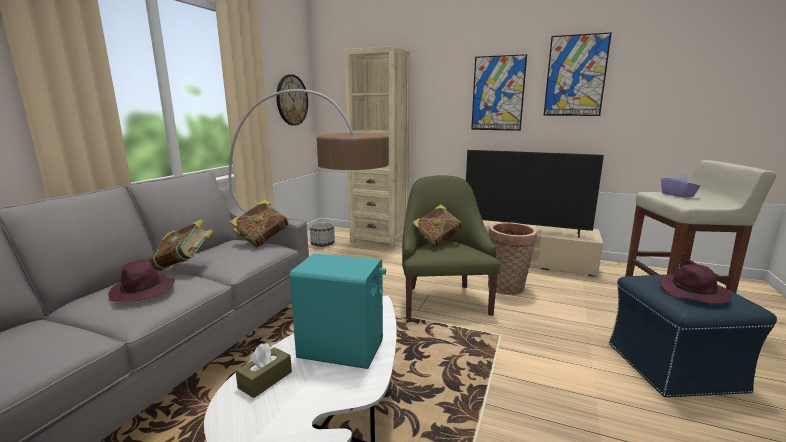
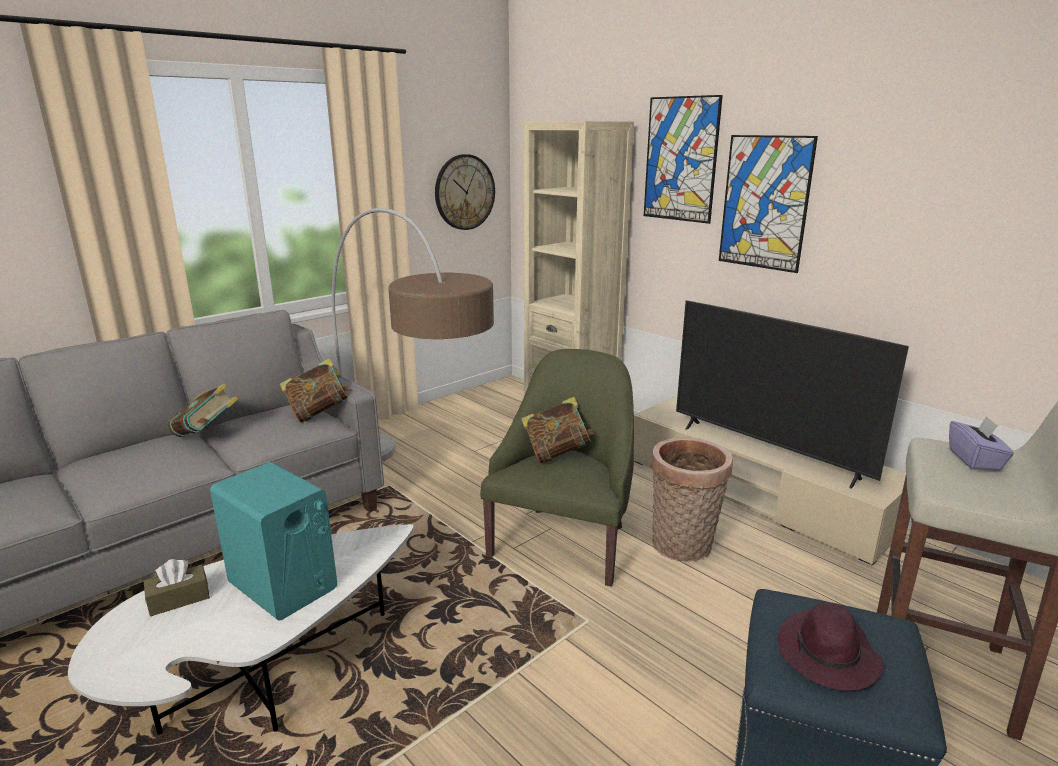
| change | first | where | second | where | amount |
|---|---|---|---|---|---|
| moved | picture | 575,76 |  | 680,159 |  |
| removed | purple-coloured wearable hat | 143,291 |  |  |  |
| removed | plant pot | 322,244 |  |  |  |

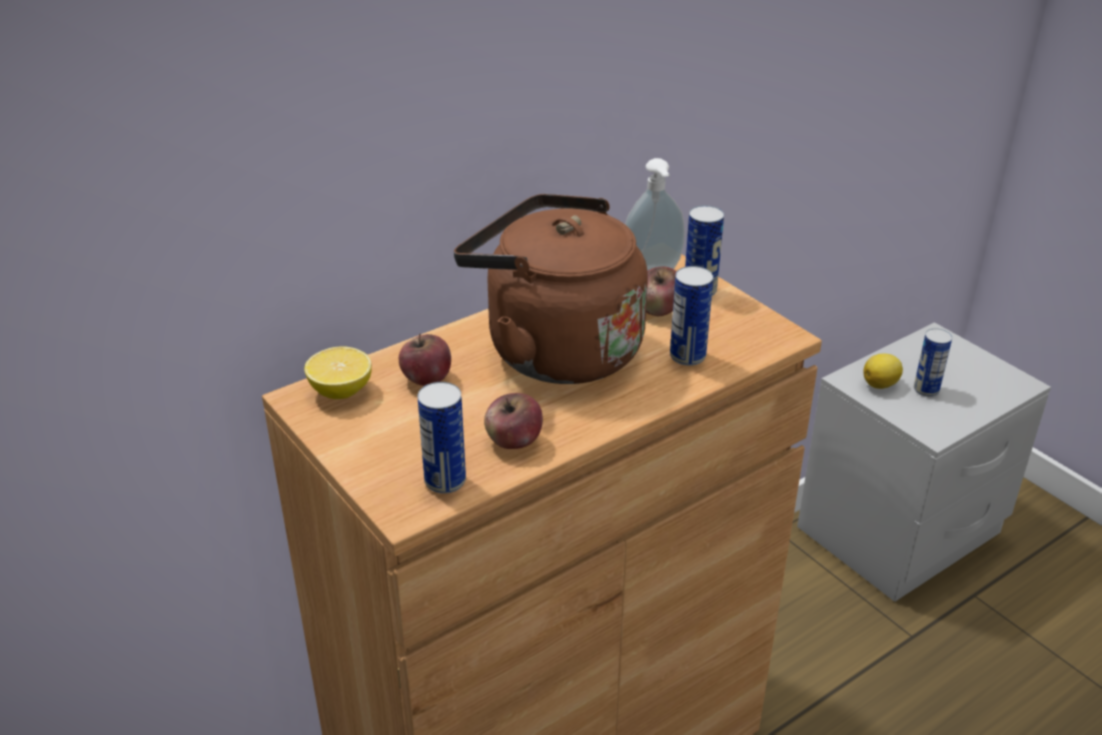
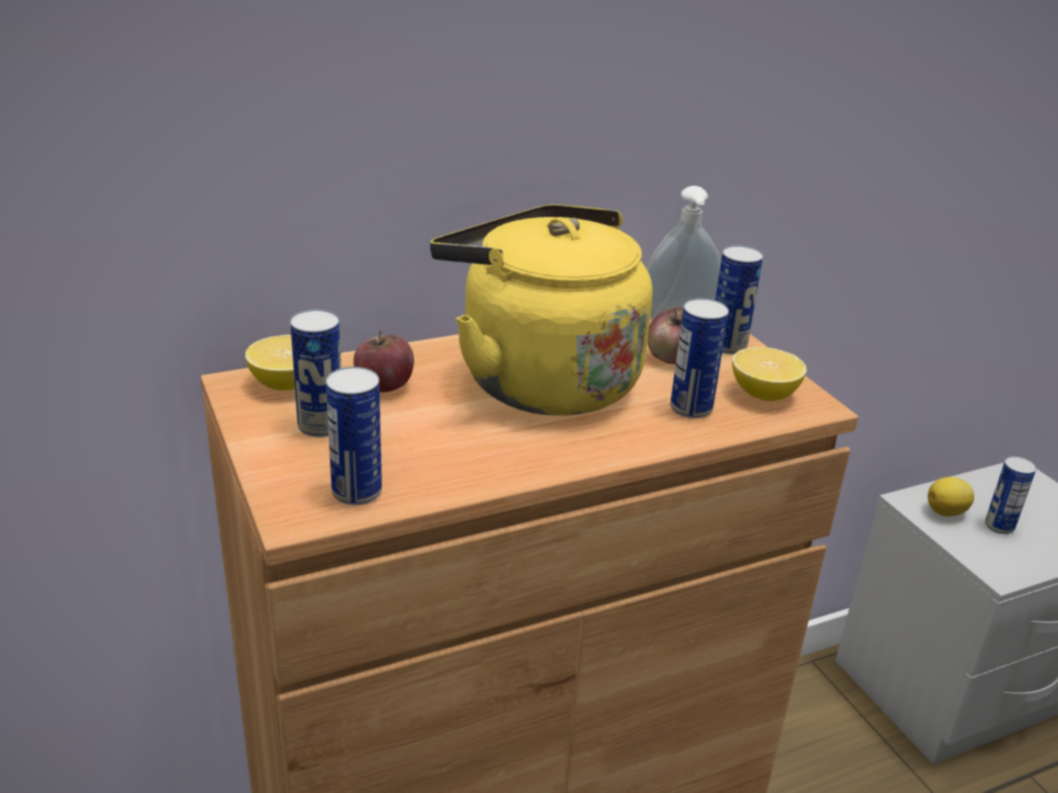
| change | first | where | second | where | amount |
|---|---|---|---|---|---|
| added |  |  | can | 320,426 |  |
| recoloured | brown-coloured tea kettle | 555,349 | yellow-coloured tea kettle | 540,379 |  |
| added |  |  | whole lemon | 763,394 |  |
| removed | whole apple | 513,441 |  |  |  |

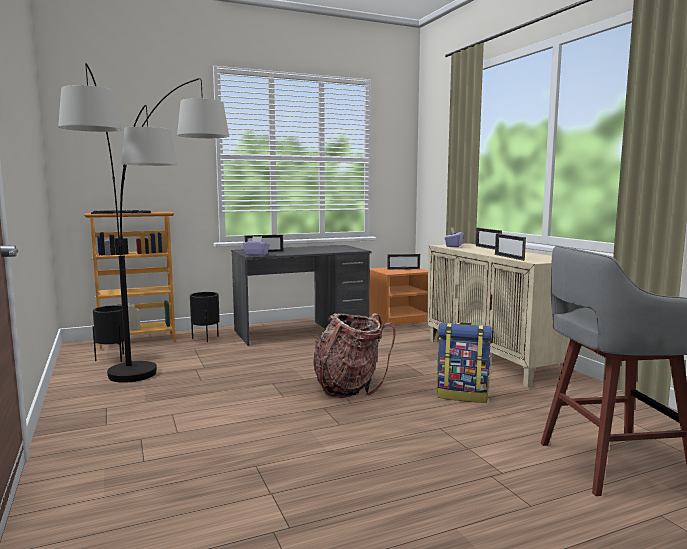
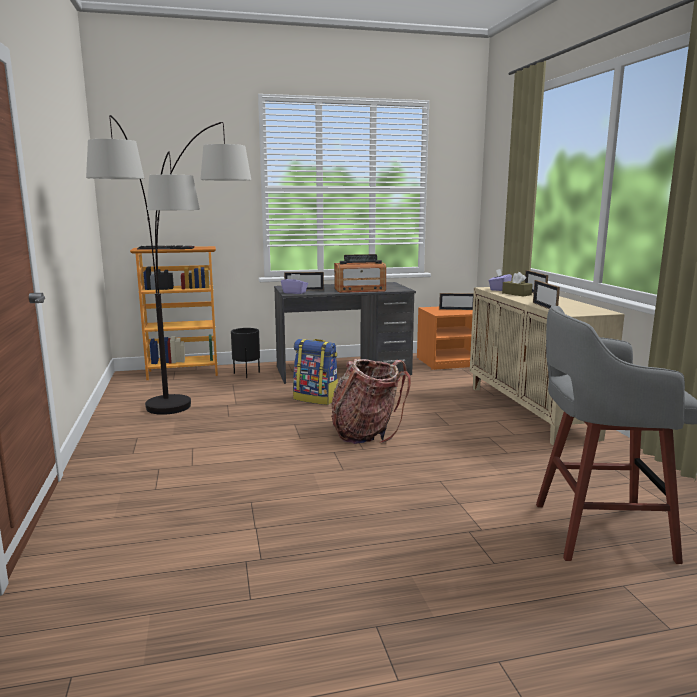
| change | first | where | second | where | amount |
|---|---|---|---|---|---|
| moved | rucksack | 463,395 |  | 316,399 |  |
| added |  |  | radio set | 360,290 |  |
| added |  |  | brown-coloured box of tissues | 516,294 |  |
| removed | blackish plant pot | 113,359 |  |  |  |

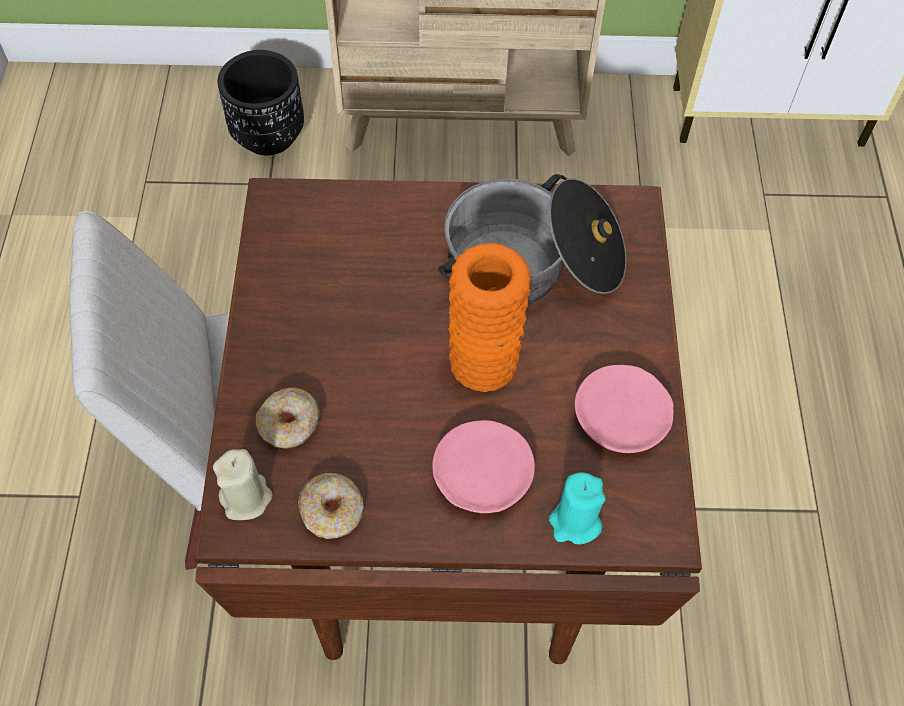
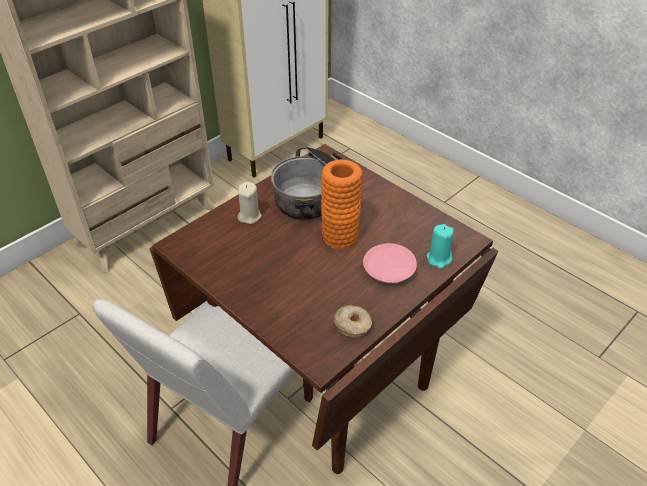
| change | first | where | second | where | amount |
|---|---|---|---|---|---|
| moved | sand-coloured wax candle | 246,498 |  | 249,216 |  |
| removed | blackish plant pot | 268,135 |  |  |  |
| removed | doughnut | 289,425 |  |  |  |
| removed | pink flat dish | 622,417 |  |  |  |

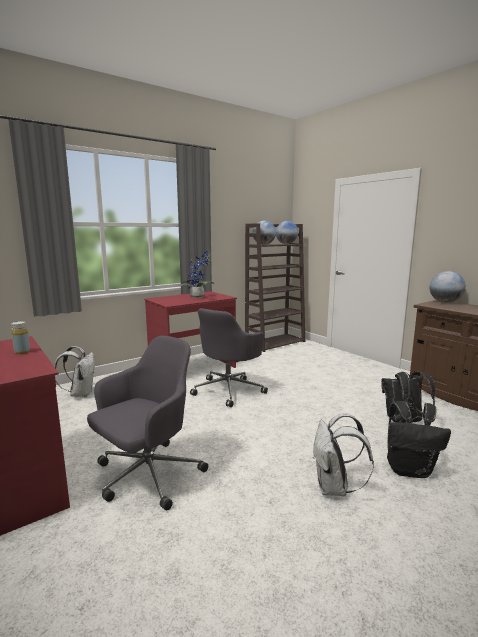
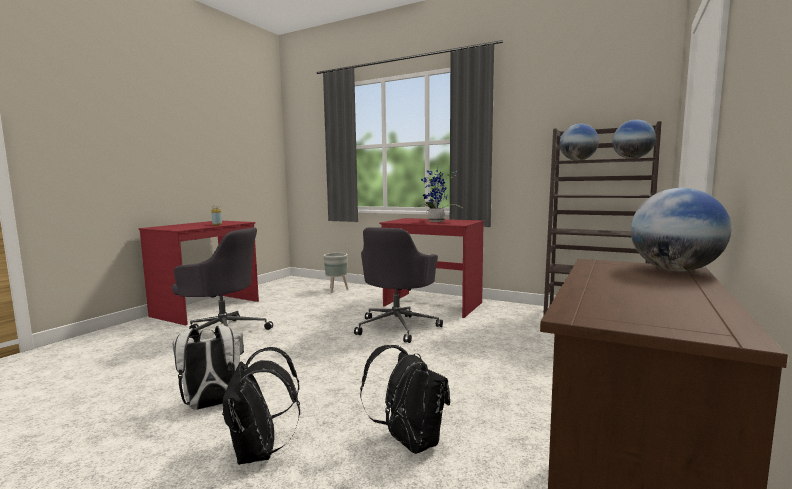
| change | first | where | second | where | amount |
|---|---|---|---|---|---|
| replaced | white rucksack | 81,393 | gray plant pot | 336,290 |  |
| turned | gray computer chair | 229,390 |  | 397,327 | 75 degrees counterclockwise |

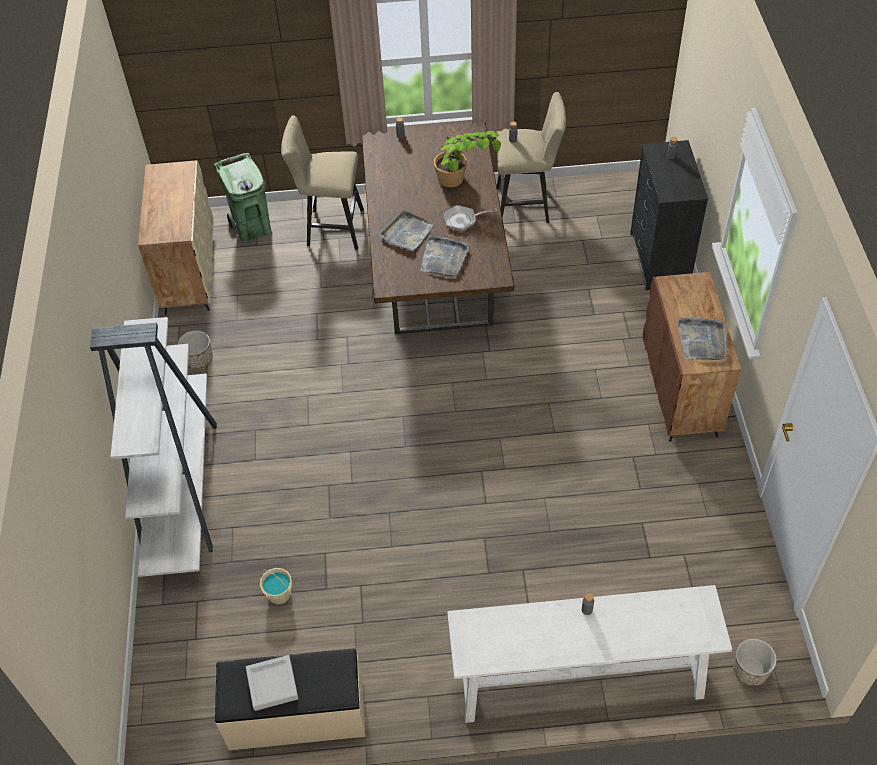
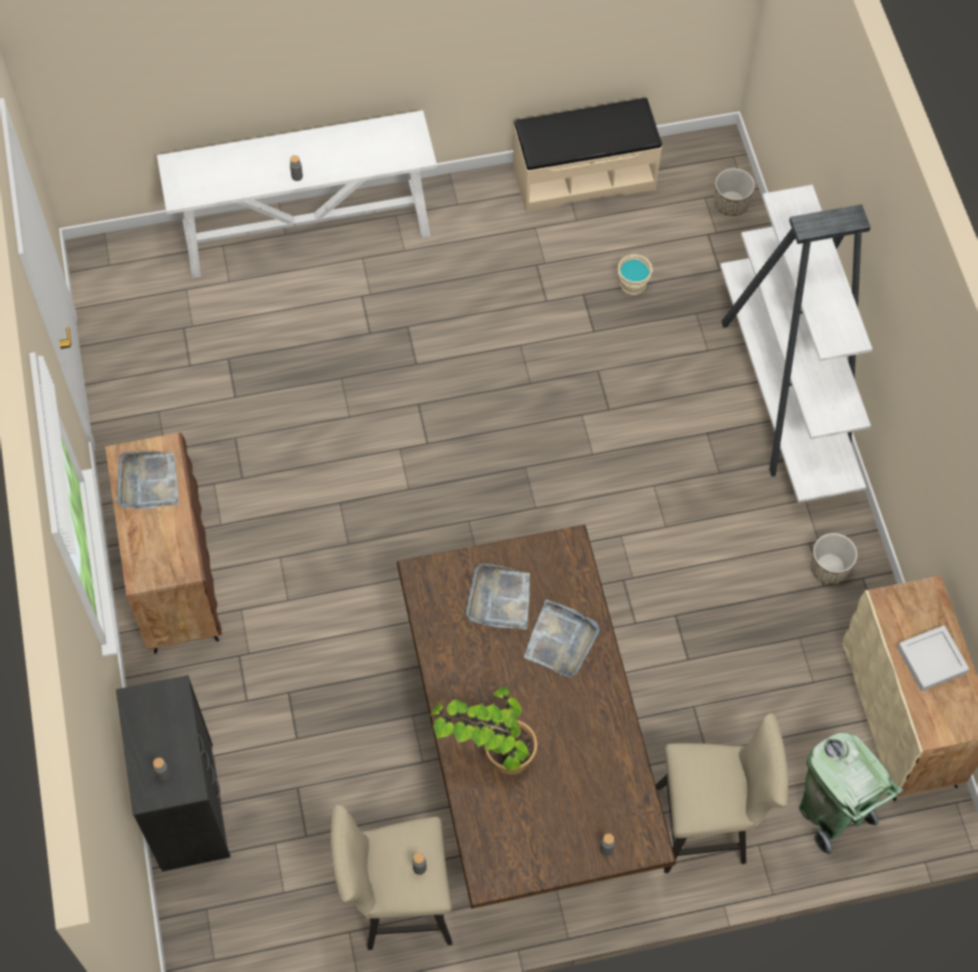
| change | first | where | second | where | amount |
|---|---|---|---|---|---|
| moved | plant pot | 750,670 |  | 731,204 |  |
| moved | gray carrying tray | 272,685 |  | 931,660 |  |
| removed | skillet | 463,220 |  |  |  |

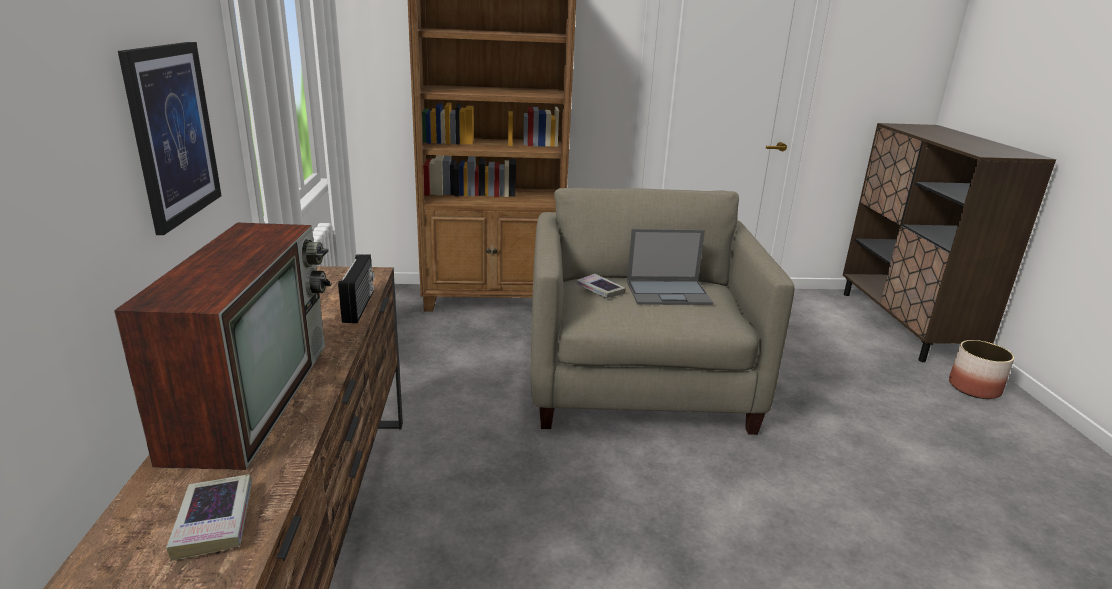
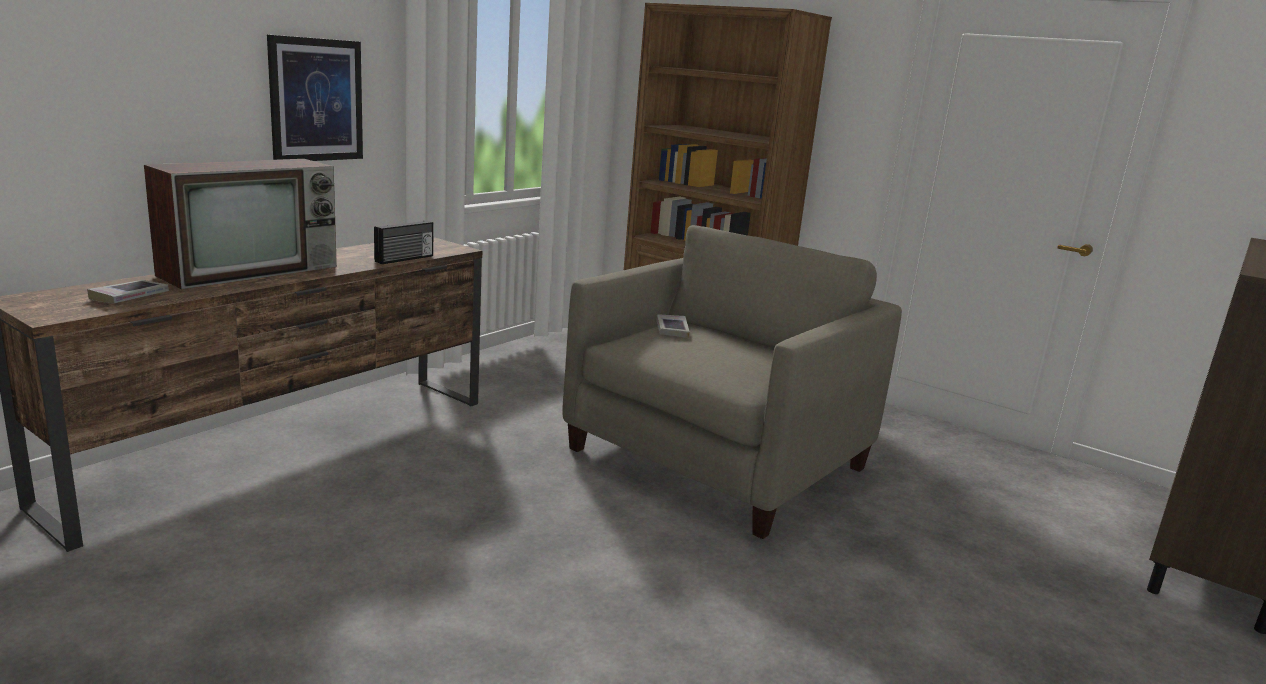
| change | first | where | second | where | amount |
|---|---|---|---|---|---|
| removed | laptop | 669,293 |  |  |  |
| removed | plant pot | 974,388 |  |  |  |

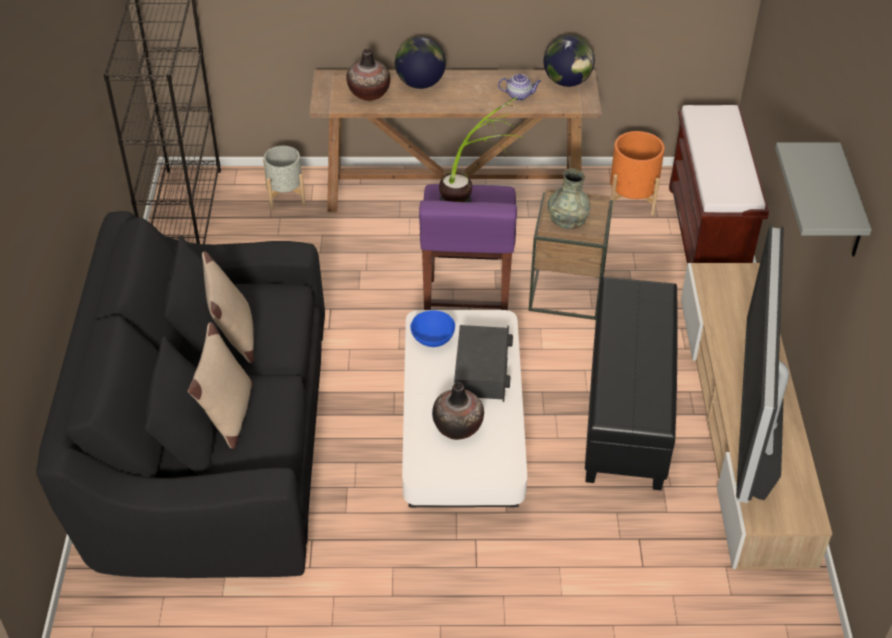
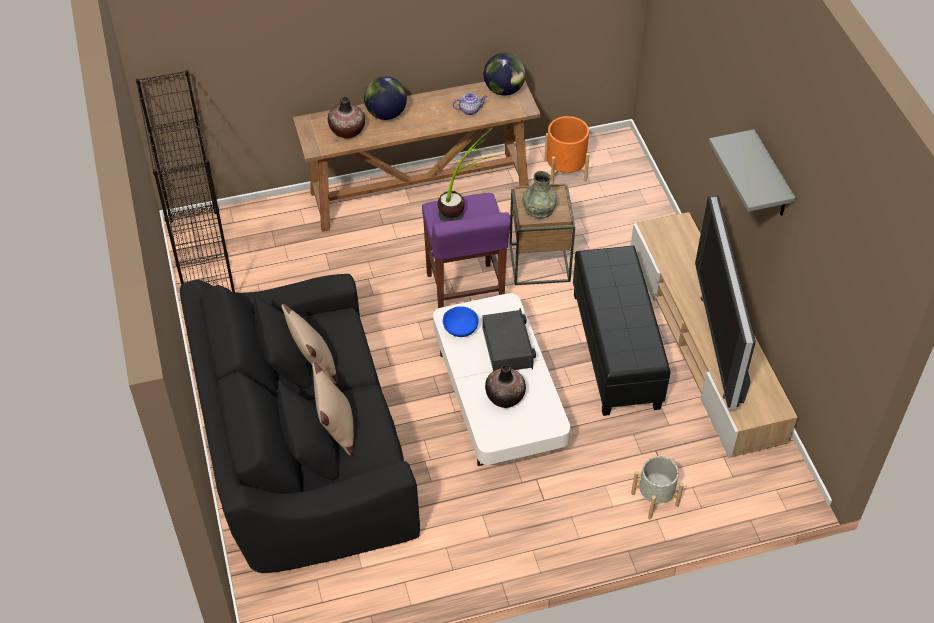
| change | first | where | second | where | amount |
|---|---|---|---|---|---|
| moved | gray plant pot | 286,196 |  | 654,499 |  |
| removed | brown-coloured long seat | 707,236 |  |  |  |

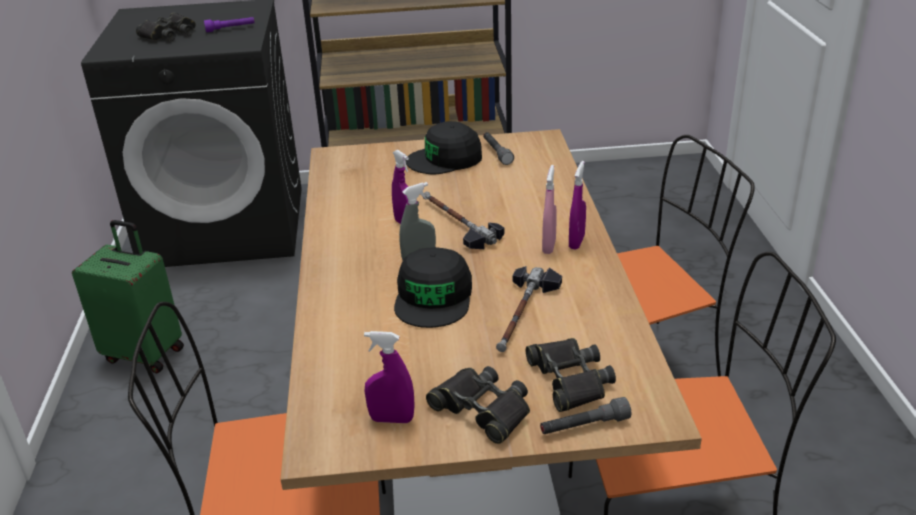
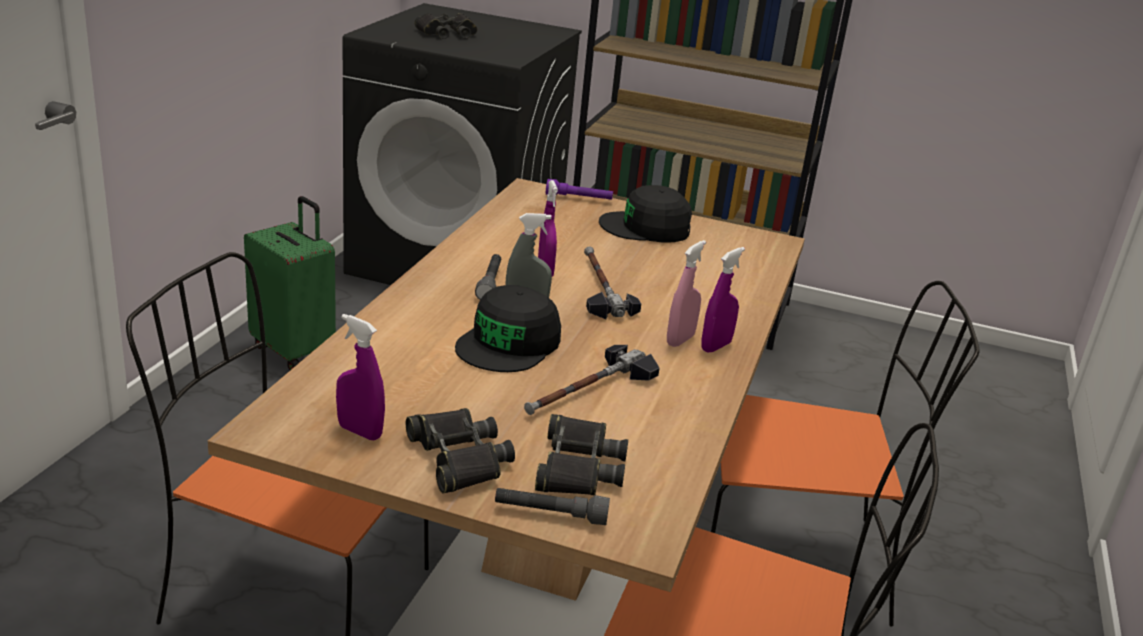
| change | first | where | second | where | amount |
|---|---|---|---|---|---|
| moved | gray torch | 496,153 |  | 490,284 |  |
| moved | purple-coloured torch | 230,29 |  | 578,198 |  |

